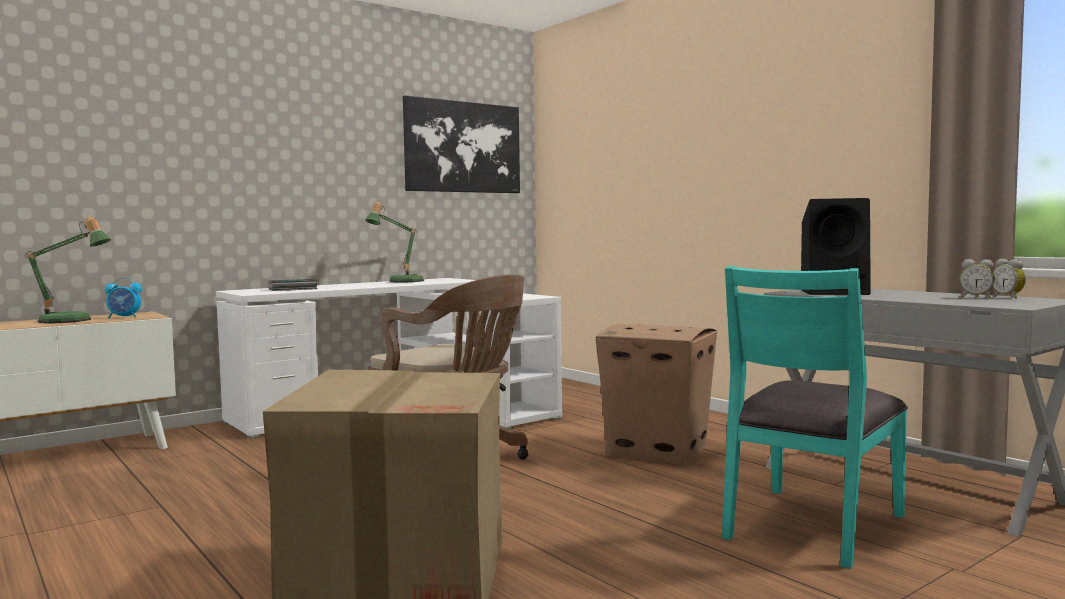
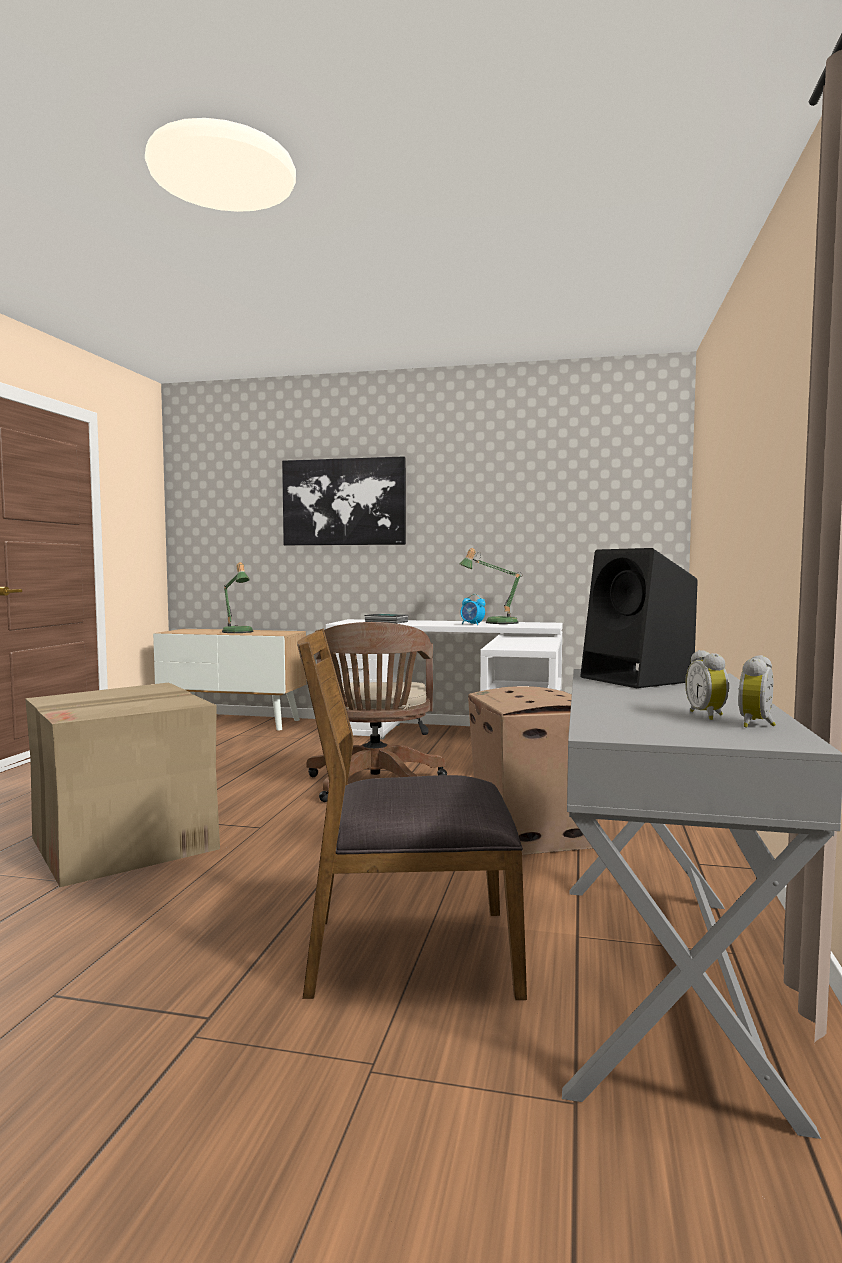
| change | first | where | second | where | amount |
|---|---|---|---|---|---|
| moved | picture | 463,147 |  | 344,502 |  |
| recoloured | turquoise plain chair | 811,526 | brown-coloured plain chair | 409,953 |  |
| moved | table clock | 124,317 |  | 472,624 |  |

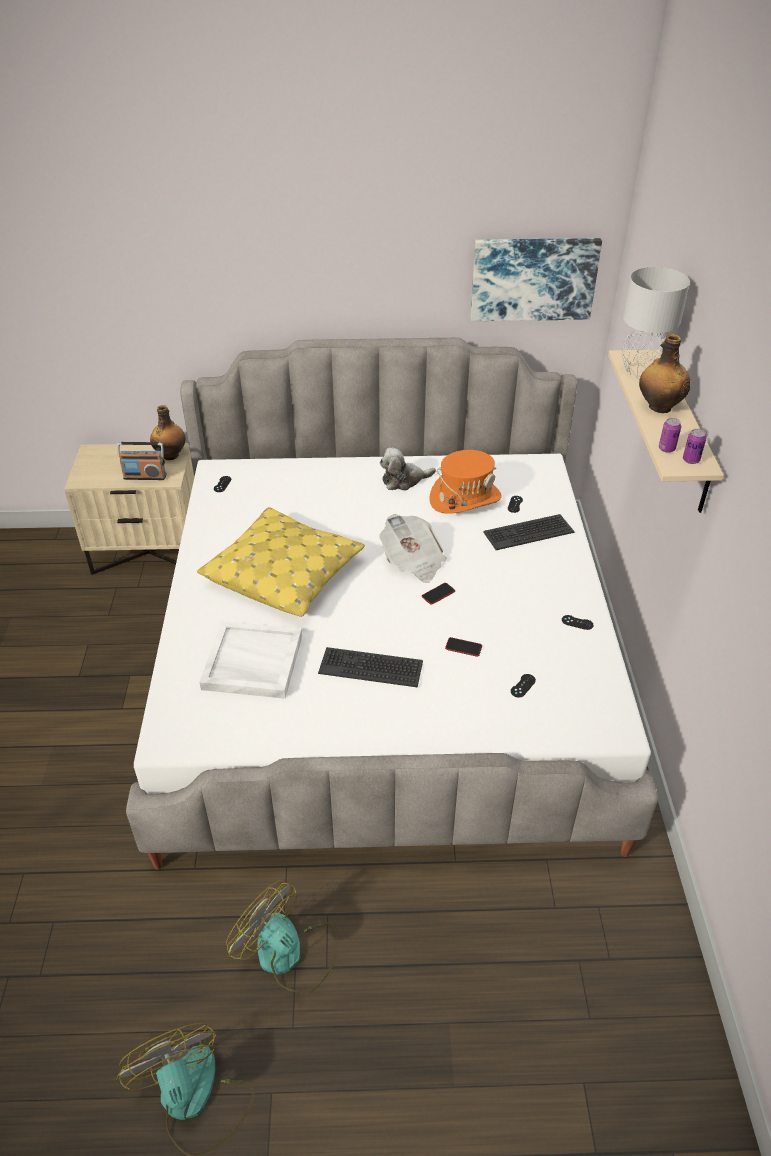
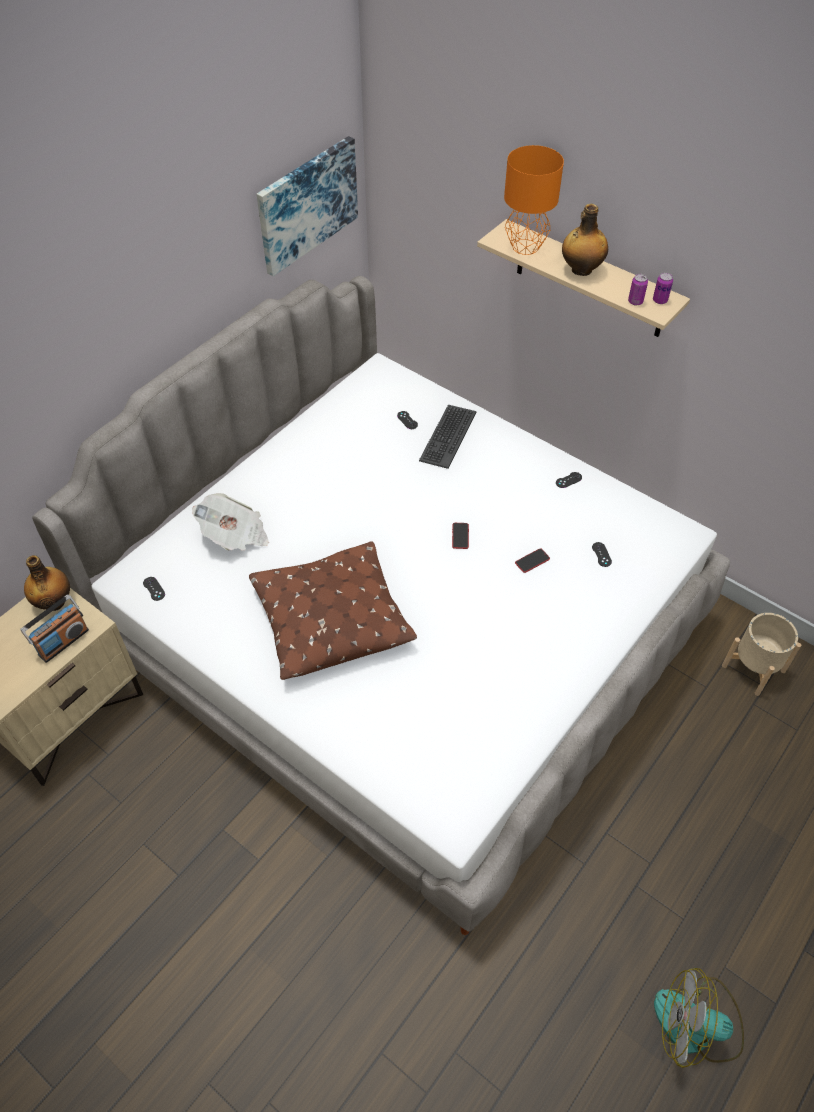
| change | first | where | second | where | amount |
|---|---|---|---|---|---|
| moved | printed paper | 413,562 |  | 235,535 |  |
| recoloured | yellow-coloured throw pillow | 284,573 | brown-coloured throw pillow | 331,619 |  |
| recoloured | gray lamp for a table | 639,371 | orangey lamp for a table | 524,247 |  |
| added |  |  | sand-coloured plant pot | 753,668 |  |
| removed | white carrying tray | 252,663 |  |  |  |
| removed | electric fan | 289,954 |  |  |  |
| removed | computer keyboard | 371,667 |  |  |  |
| removed | plush toy | 404,480 |  |  |  |
| removed | orangey wearable hat | 465,498 |  |  |  |

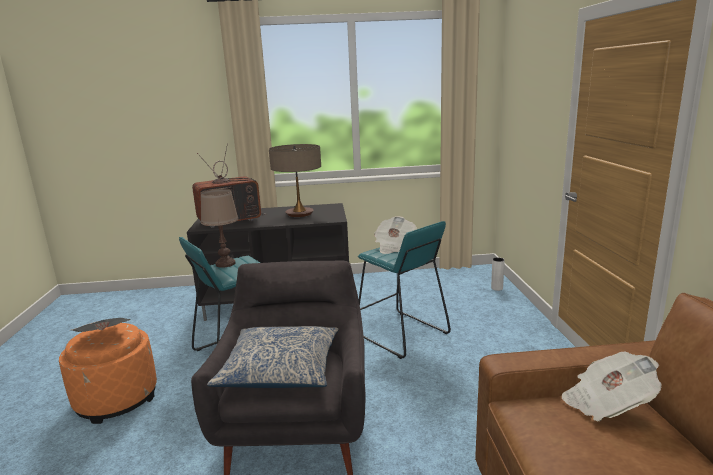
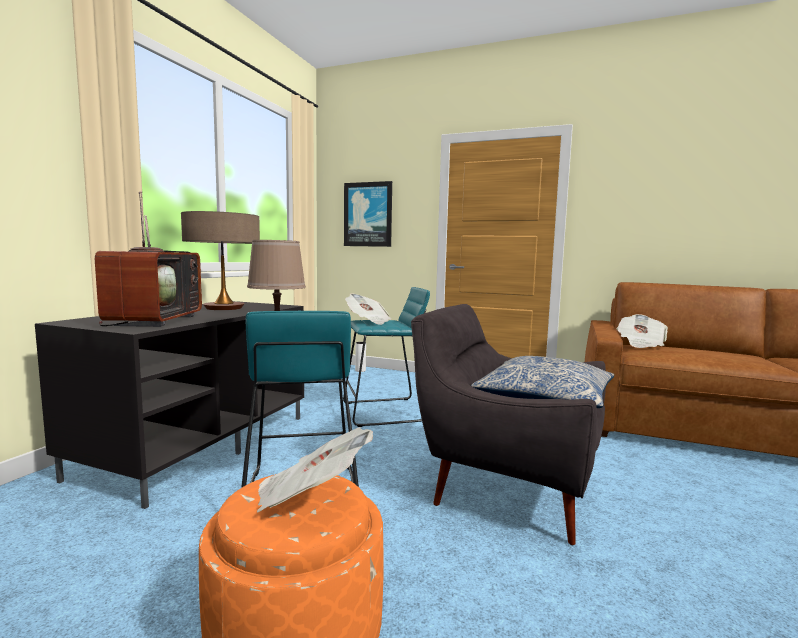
| change | first | where | second | where | amount |
|---|---|---|---|---|---|
| added |  |  | picture | 368,214 |  |

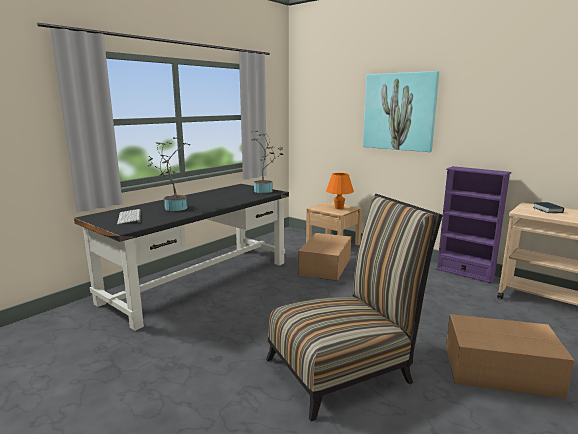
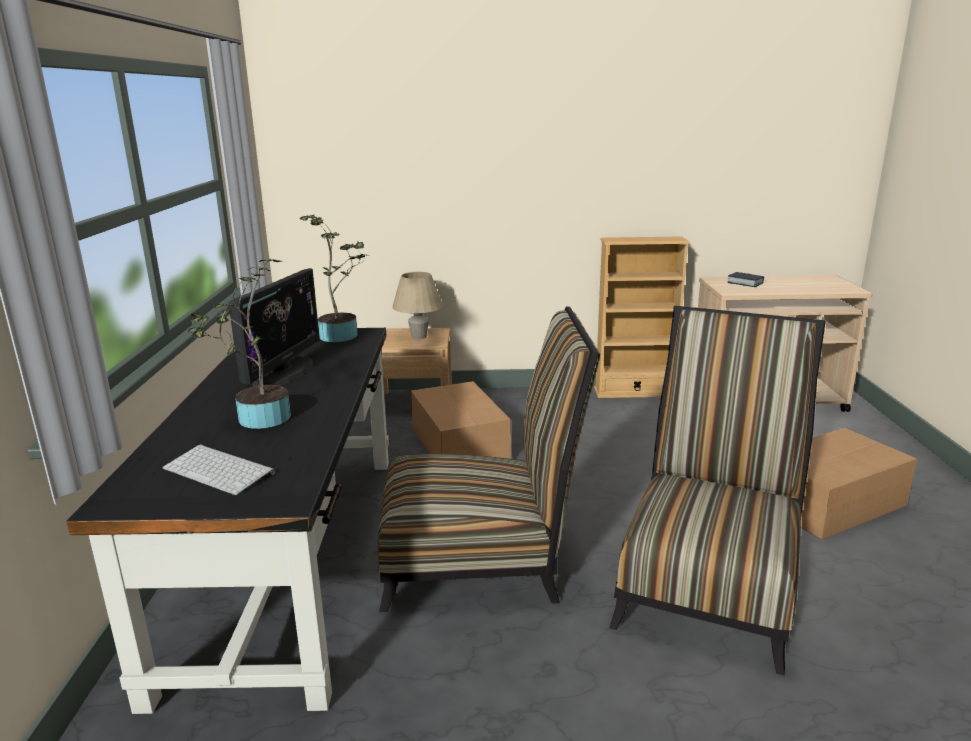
| change | first | where | second | where | amount |
|---|---|---|---|---|---|
| added |  |  | computer display | 283,372 |  |
| added |  |  | plain chair | 482,560 |  |
| recoloured | orangey lamp for a table | 339,208 | sand-coloured lamp for a table | 419,336 |  |
| recoloured | purple-coloured shelving unit | 465,273 | sand-coloured shelving unit | 634,392 |  |
| removed | picture | 399,112 |  |  |  |

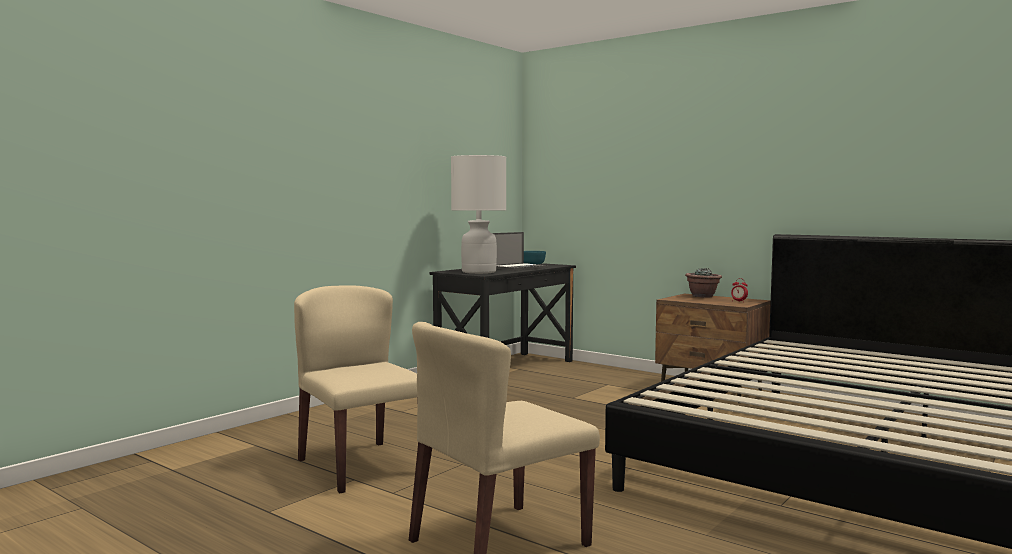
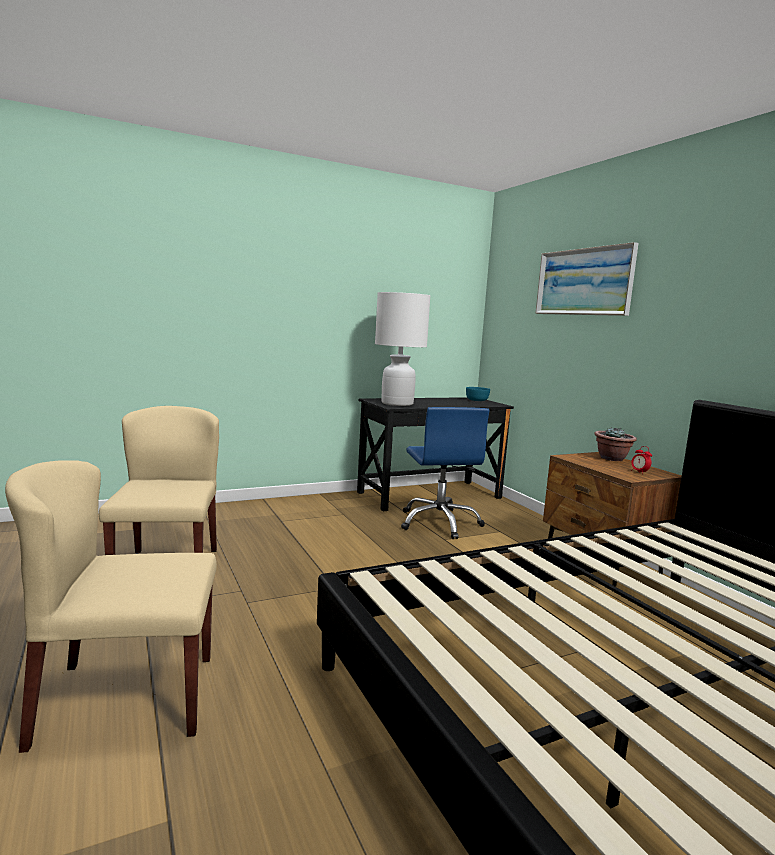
| change | first | where | second | where | amount |
|---|---|---|---|---|---|
| added |  |  | bluish computer chair | 439,523 |  |
| added |  |  | picture | 583,282 |  |
| removed | laptop | 519,268 |  |  |  |

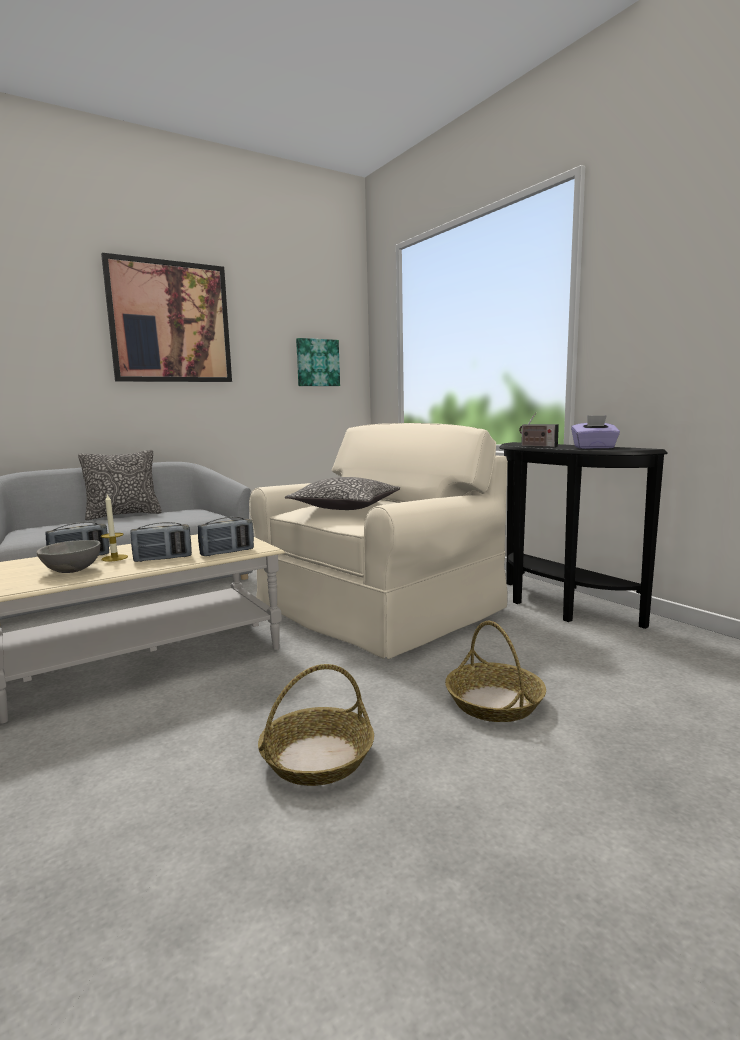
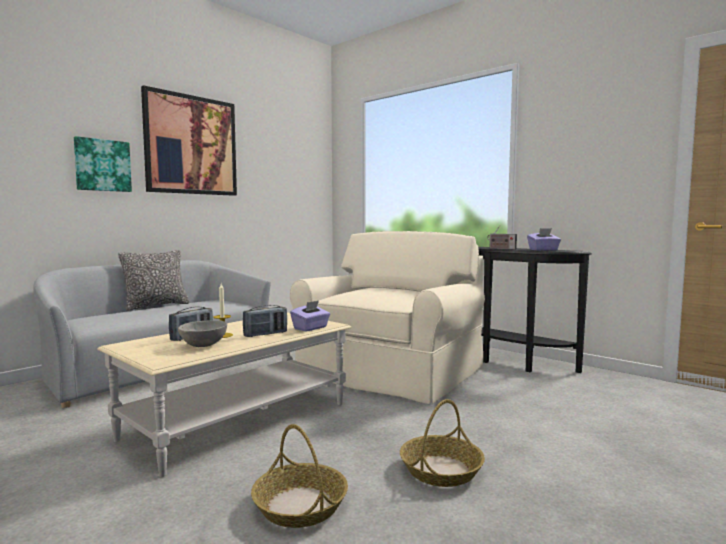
| change | first | where | second | where | amount |
|---|---|---|---|---|---|
| moved | picture | 317,363 |  | 102,165 |  |
| moved | storage basket | 493,702 |  | 299,505 |  |
| replaced | radio set | 227,552 | purple-coloured box of tissues | 311,328 |  |
| removed | throw pillow | 345,507 |  |  |  |

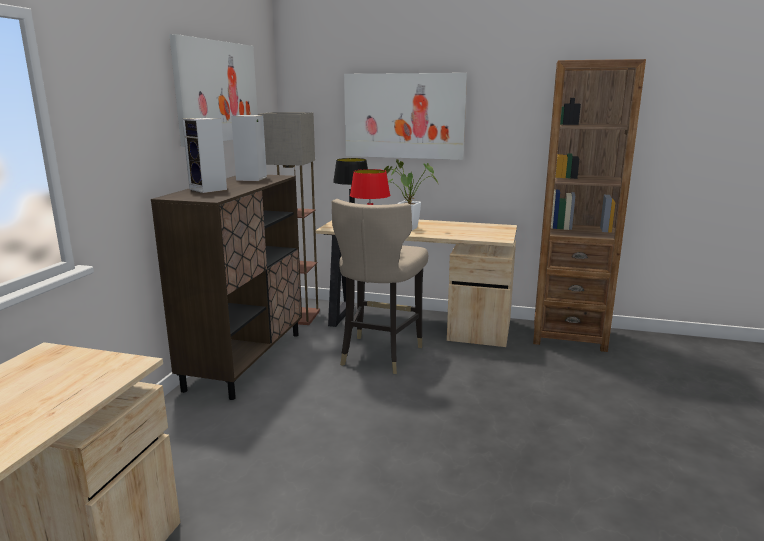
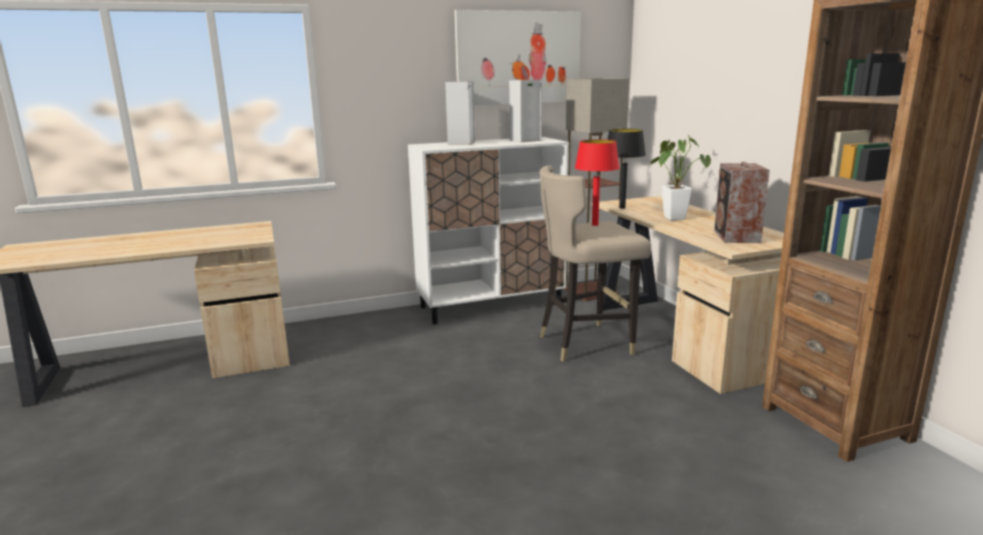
| change | first | where | second | where | amount |
|---|---|---|---|---|---|
| recoloured | brown-coloured cupboard | 246,360 | white cupboard | 491,305 |  |
| added |  |  | speaker | 736,237 |  |
| removed | picture | 404,116 |  |  |  |

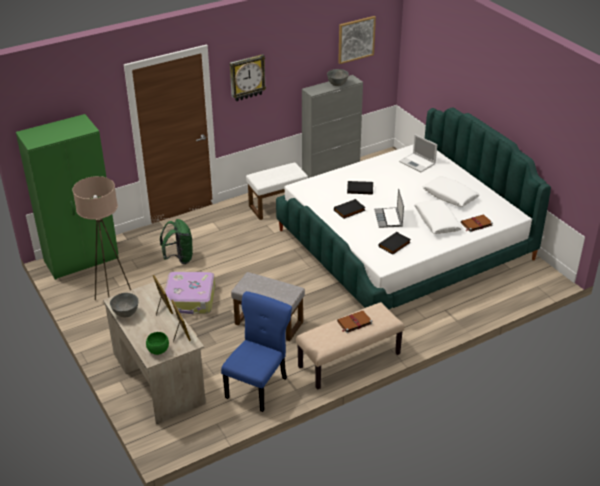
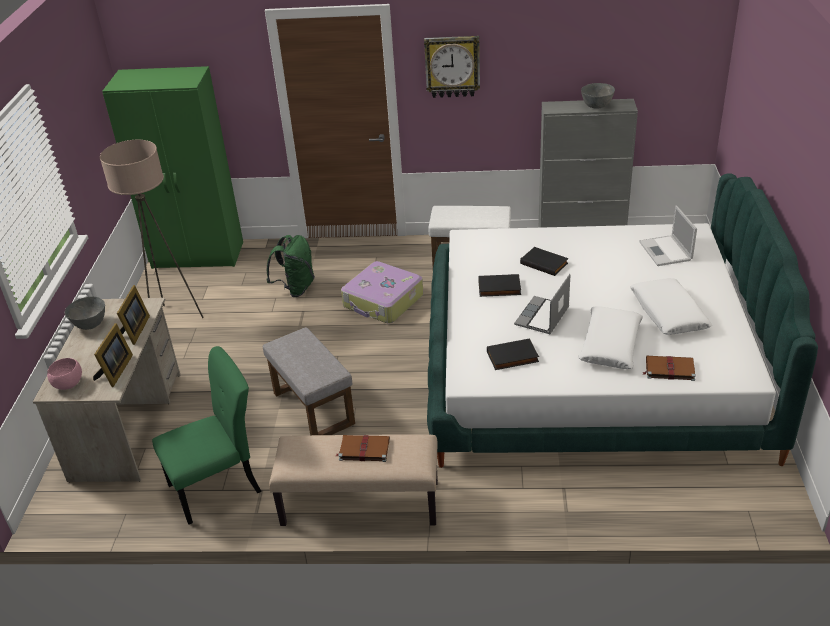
| change | first | where | second | where | amount |
|---|---|---|---|---|---|
| recoloured | green-coloured bowl | 158,350 | pink bowl | 68,384 |  |
| recoloured | bluish plain chair | 258,386 | green-coloured plain chair | 218,487 |  |
| moved | travel case | 190,300 |  | 383,302 |  |
| removed | picture | 356,39 |  |  |  |

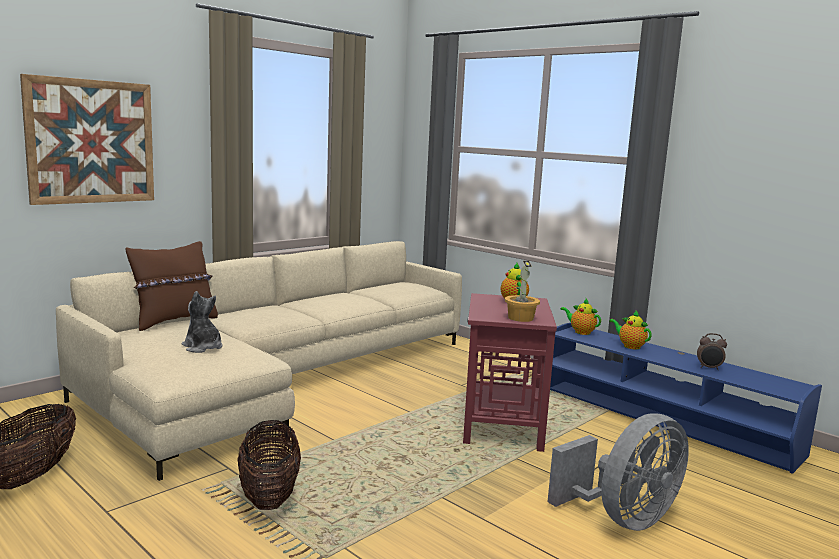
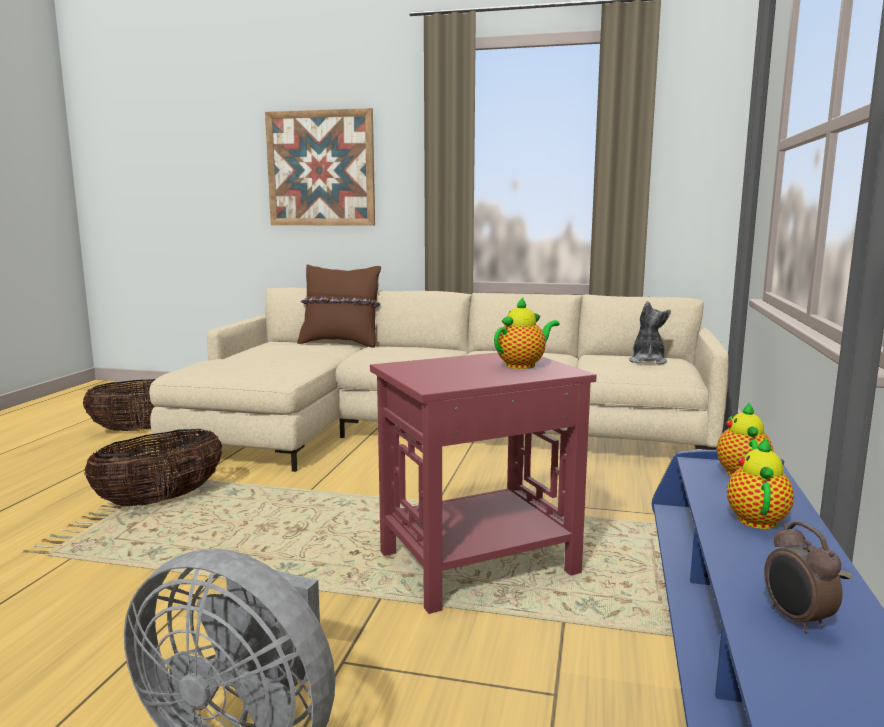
| change | first | where | second | where | amount |
|---|---|---|---|---|---|
| moved | plush toy | 202,347 |  | 647,361 |  |
| removed | potted plant | 520,318 |  |  |  |

